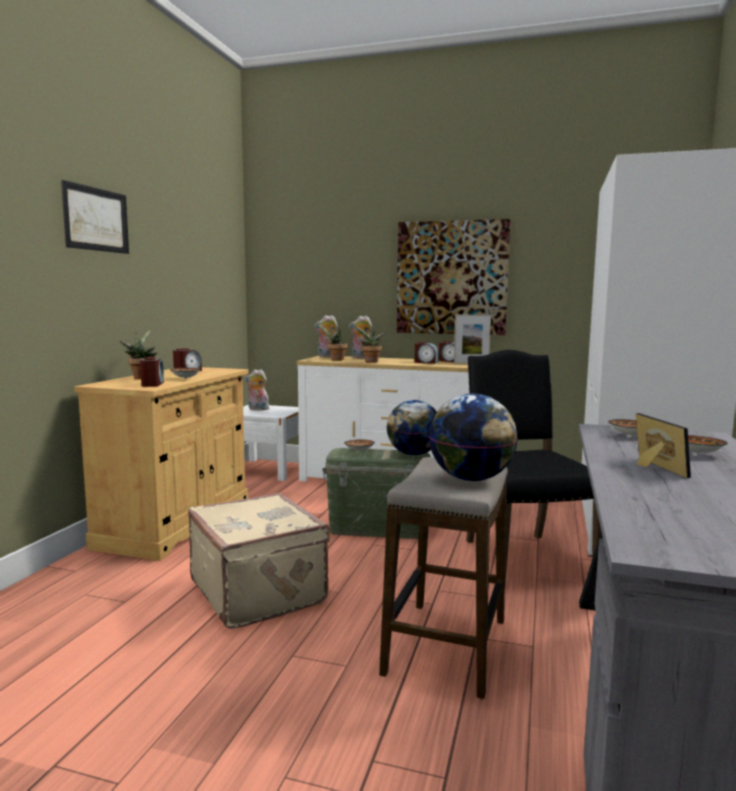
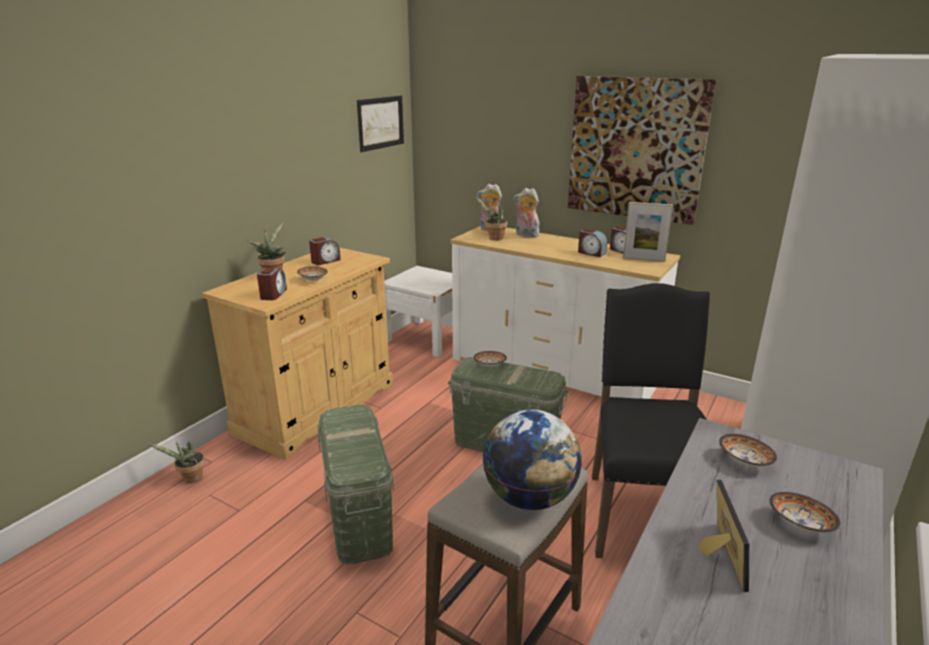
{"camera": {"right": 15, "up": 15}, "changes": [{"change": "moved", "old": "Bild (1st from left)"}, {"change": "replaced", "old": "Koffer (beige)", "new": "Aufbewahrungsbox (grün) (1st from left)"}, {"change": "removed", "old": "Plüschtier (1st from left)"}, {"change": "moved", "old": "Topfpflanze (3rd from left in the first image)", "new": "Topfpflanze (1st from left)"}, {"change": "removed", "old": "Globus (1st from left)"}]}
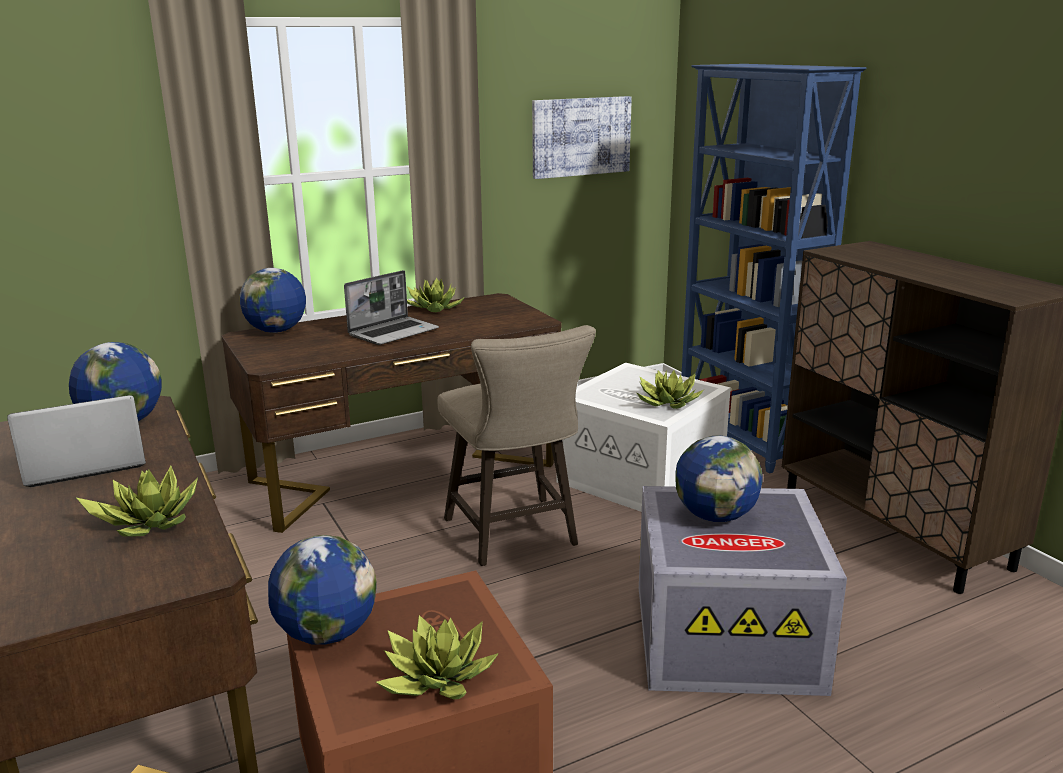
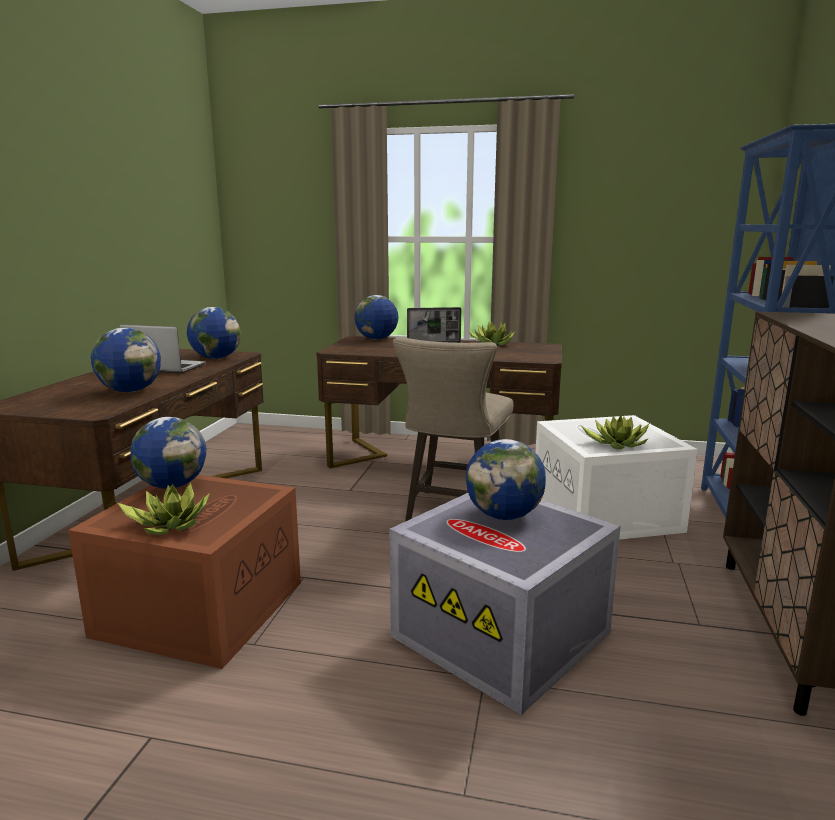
{"camera": {"right": 40, "up": -5}, "changes": [{"change": "replaced", "old": "Topfpflanze (1st from left)", "new": "Globus (1st from left)"}, {"change": "removed", "old": "Bild"}]}
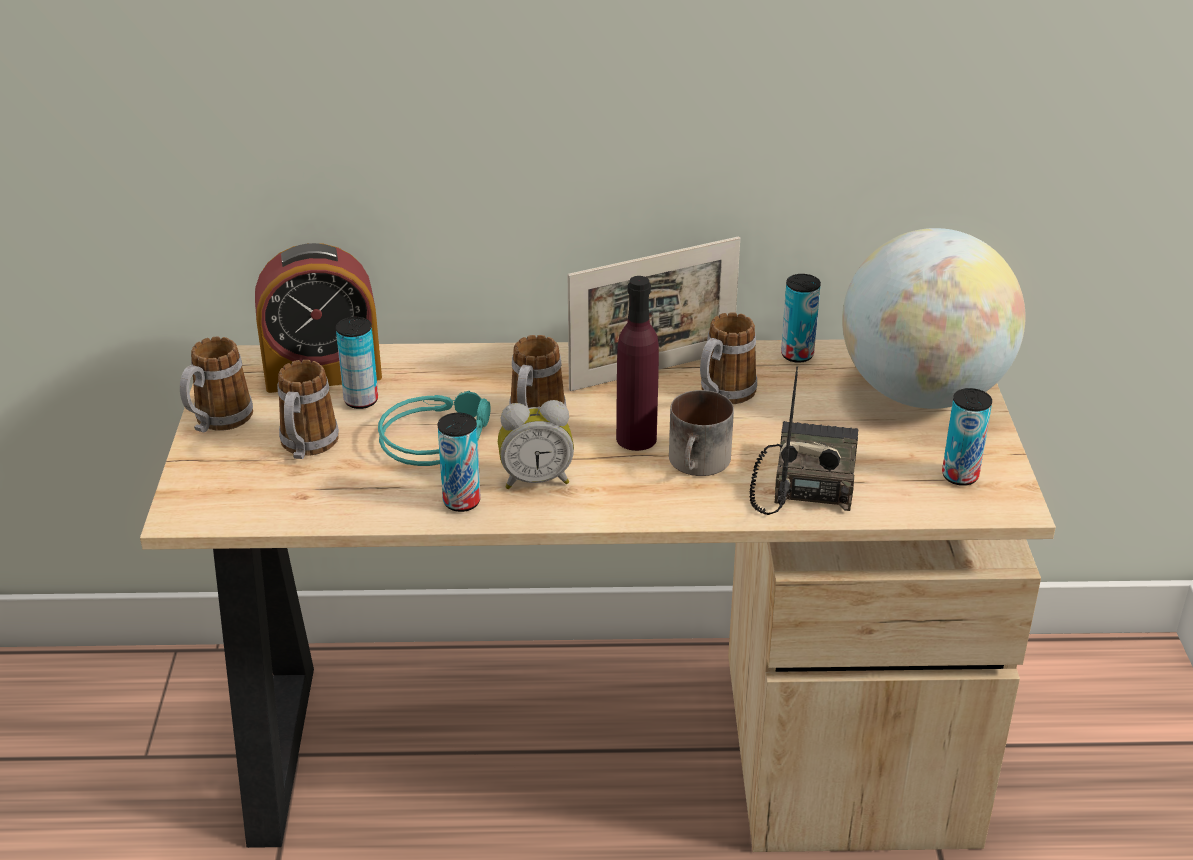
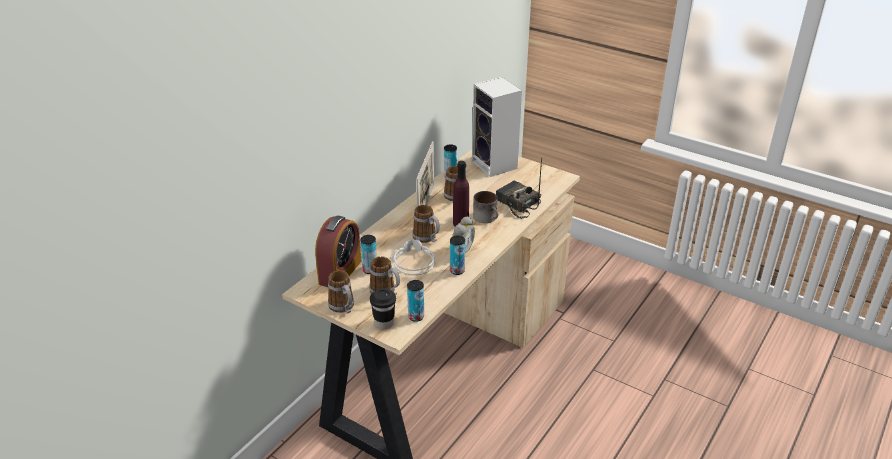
{"camera": {"right": -55, "up": 0}, "changes": [{"change": "recoloured", "old": "Kopfhörer (türkis)", "new": "Kopfhörer (grau)"}, {"change": "replaced", "old": "Globus", "new": "Lautsprecher"}, {"change": "moved", "old": "Dose (4th from left in the first image)", "new": "Dose (2nd from left)"}, {"change": "added", "new": "Tasse (schwarz)"}]}
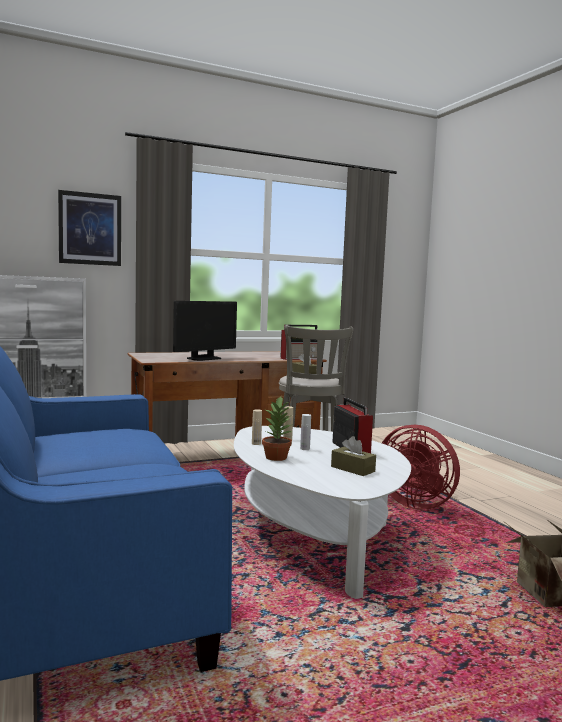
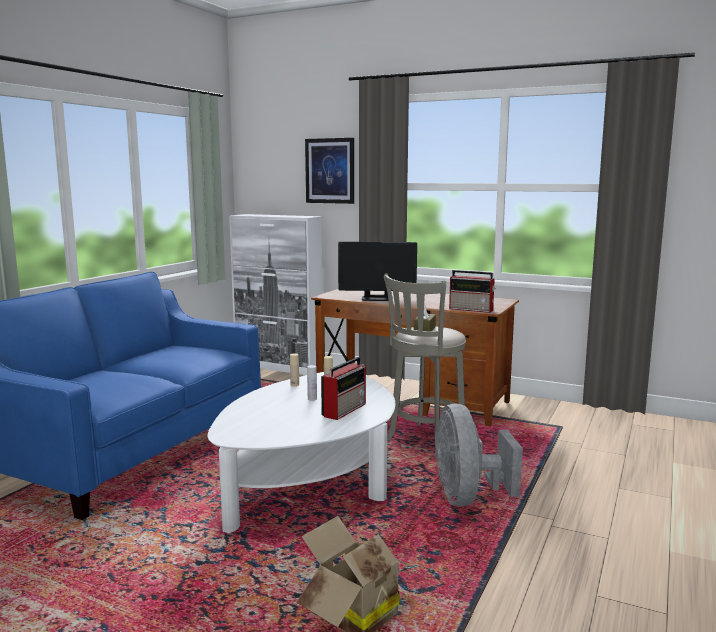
{"camera": {"right": 50, "up": 5}, "changes": [{"change": "removed", "old": "Topfpflanze"}, {"change": "removed", "old": "Taschentuchbox (braun) (2nd from left)"}, {"change": "recoloured", "old": "Ventilator (rot)", "new": "Ventilator (grau)"}]}
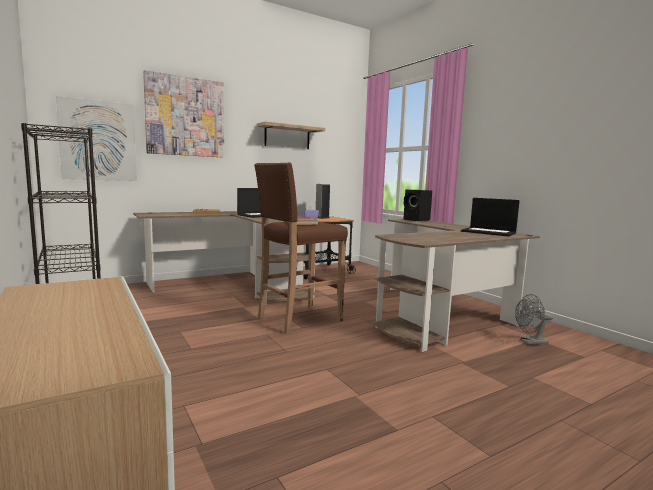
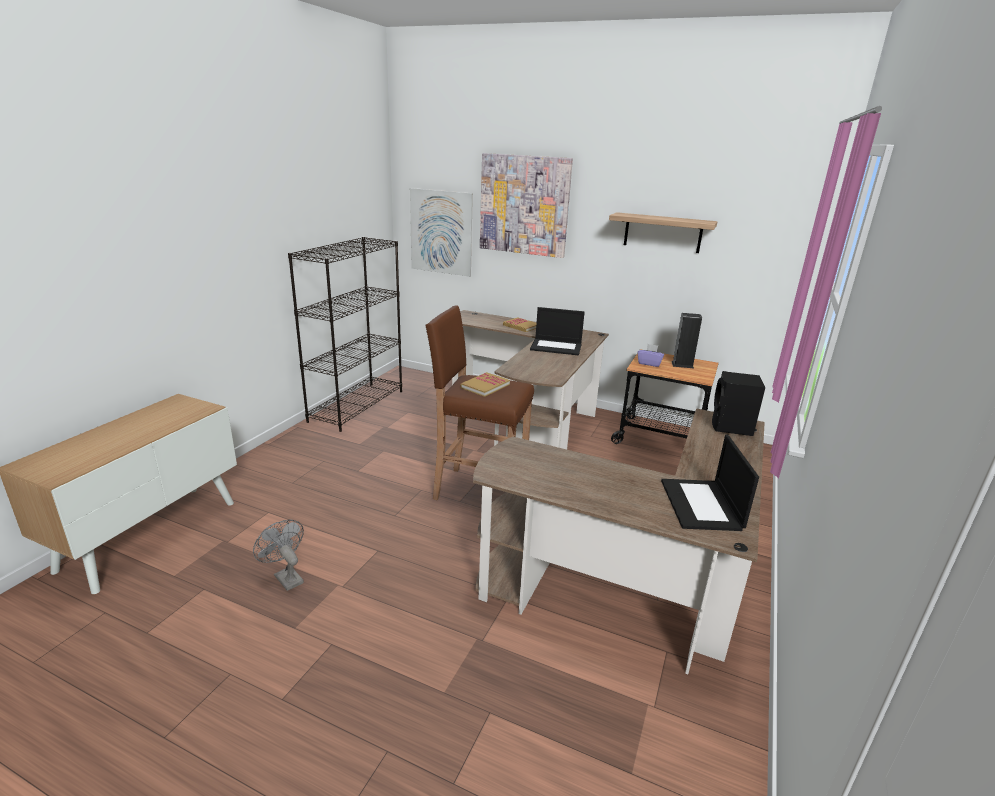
{"camera": {"right": 55, "up": 15}, "changes": [{"change": "moved", "old": "Ventilator (grau)"}]}
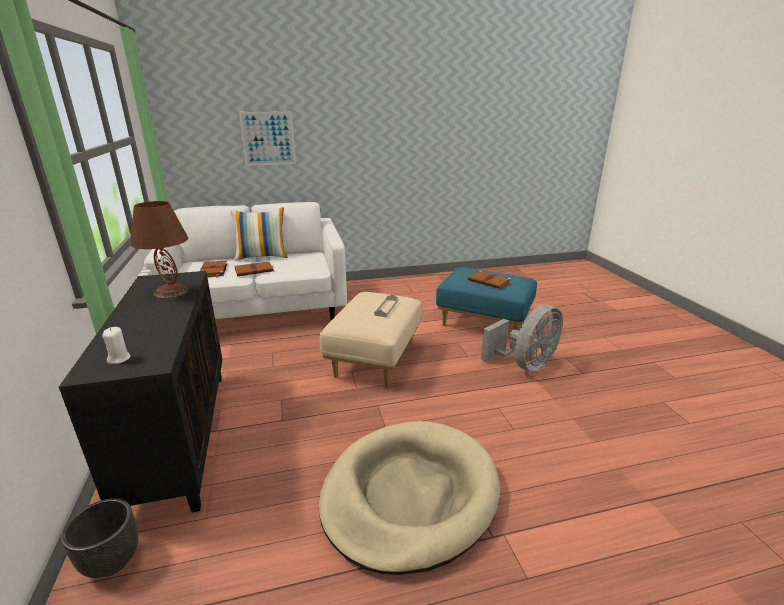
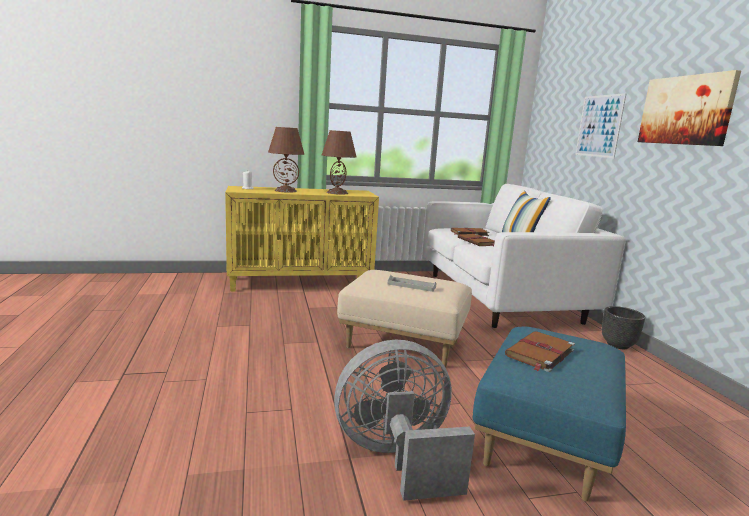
{"camera": {"right": 90, "up": -10}, "changes": [{"change": "recoloured", "old": "Schrank (schwarz)", "new": "Schrank (gelb)"}, {"change": "moved", "old": "Pflanzkübel (schwarz)"}, {"change": "removed", "old": "Hundebett (beige)"}, {"change": "turned", "old": "Ventilator (grau)", "degrees": 120}, {"change": "added", "new": "Tischlampe (braun) (1st from left)"}, {"change": "added", "new": "Bild (2nd from left)"}]}
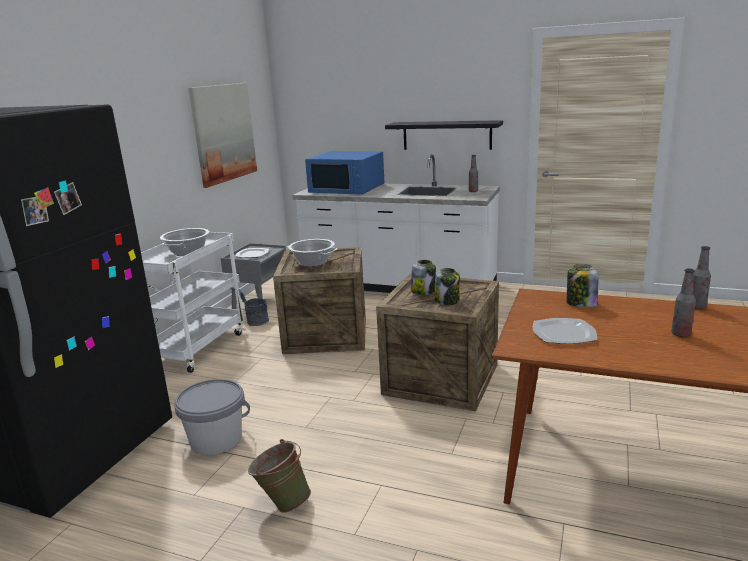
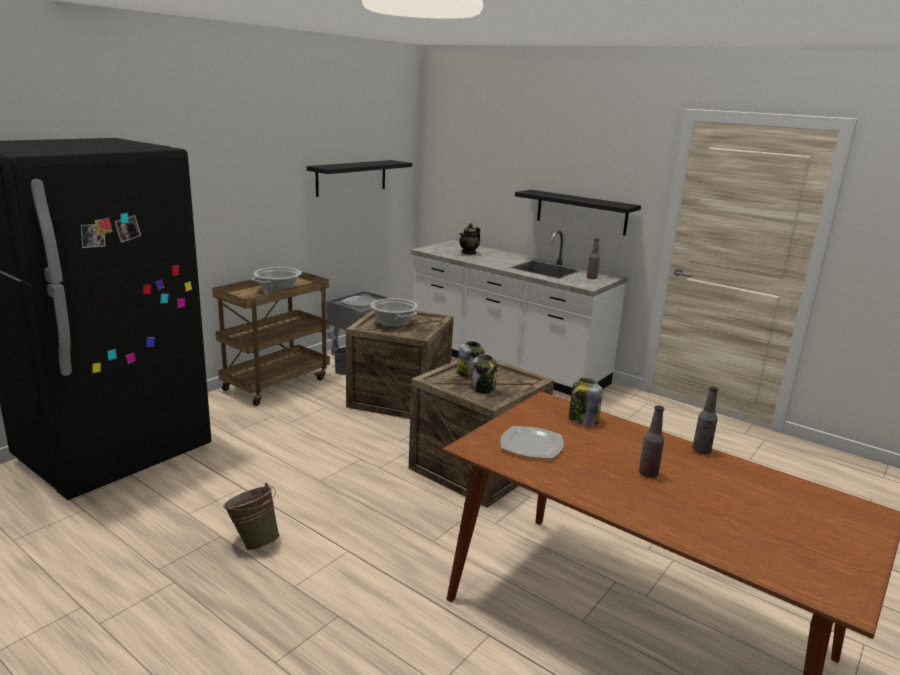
{"camera": {"right": 15, "up": 0}, "changes": [{"change": "recoloured", "old": "Rollwagen (weiß)", "new": "Rollwagen (braun)"}, {"change": "removed", "old": "Eimer (grau) (1st from left)"}, {"change": "replaced", "old": "Bild", "new": "Wandregal (schwarz) (1st from left)"}, {"change": "replaced", "old": "Mikrowelle (blau)", "new": "Teekanne"}]}
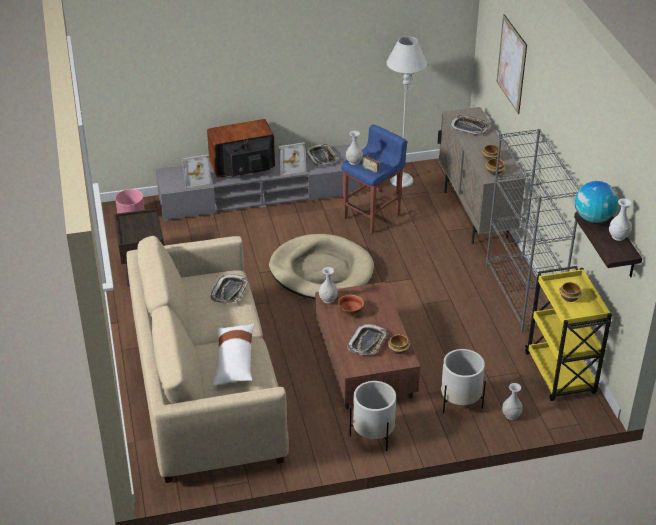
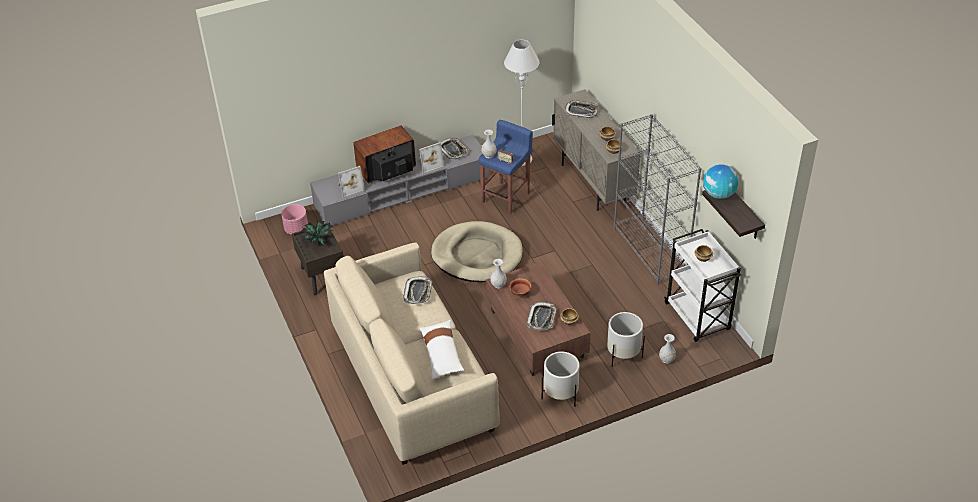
{"camera": {"right": -10, "up": 5}, "changes": [{"change": "removed", "old": "Bild"}, {"change": "recoloured", "old": "Rollwagen (gelb)", "new": "Rollwagen (weiß)"}, {"change": "removed", "old": "Vase (weiß) (4th from left)"}, {"change": "added", "new": "Topfpflanze"}]}
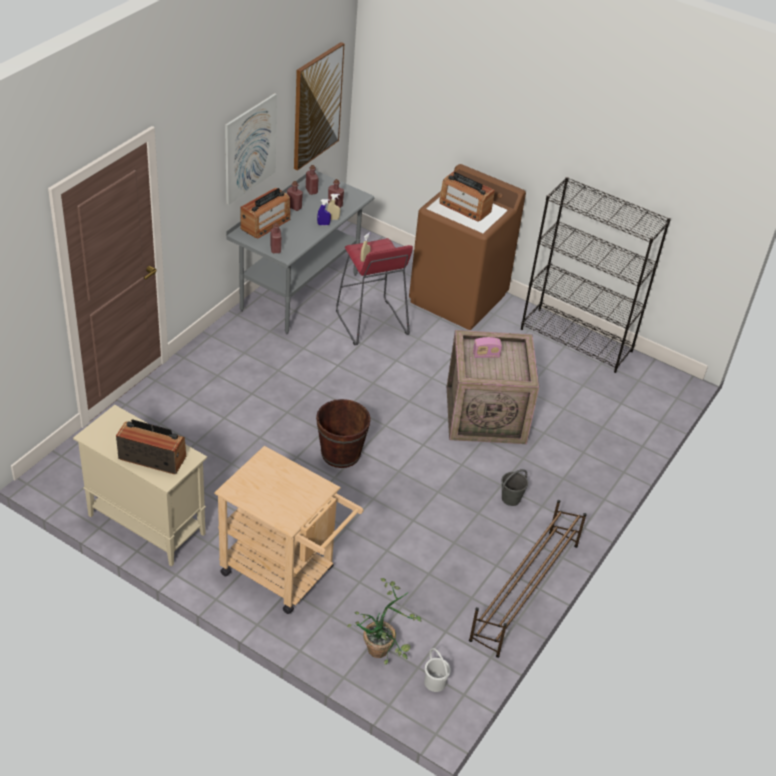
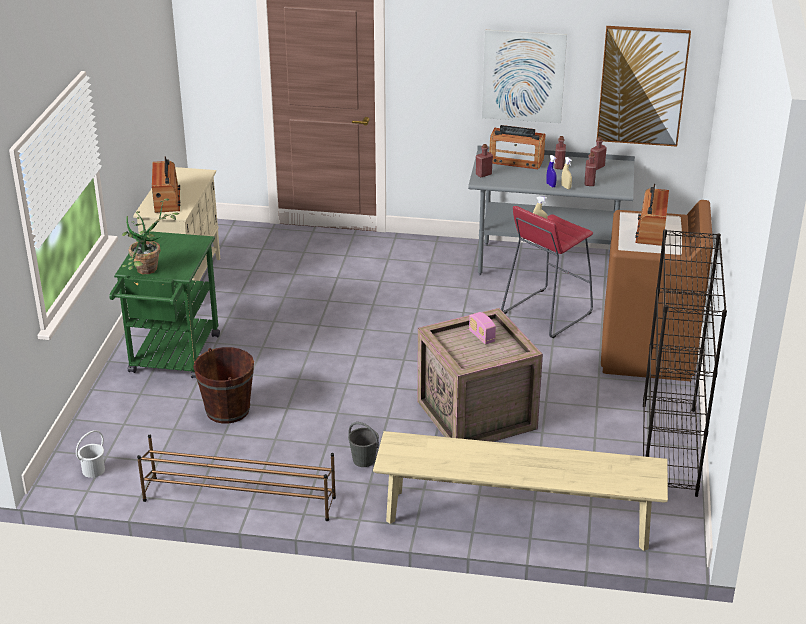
{"camera": {"right": 70, "up": -10}, "changes": [{"change": "recoloured", "old": "Rollwagen (beige)", "new": "Rollwagen (grün)"}, {"change": "moved", "old": "Eimer (braun)"}, {"change": "moved", "old": "Topfpflanze"}, {"change": "added", "new": "Bank (beige)"}]}
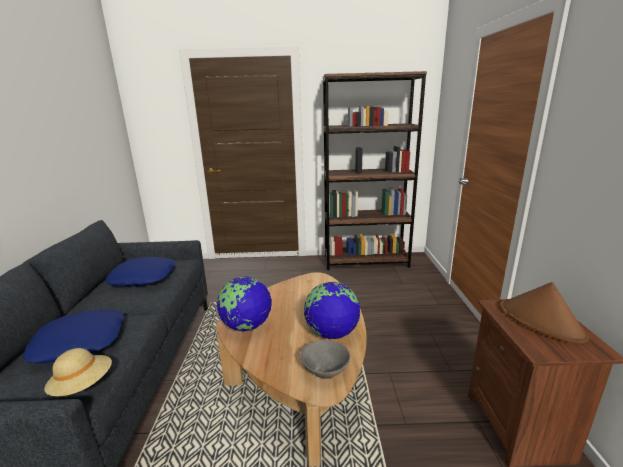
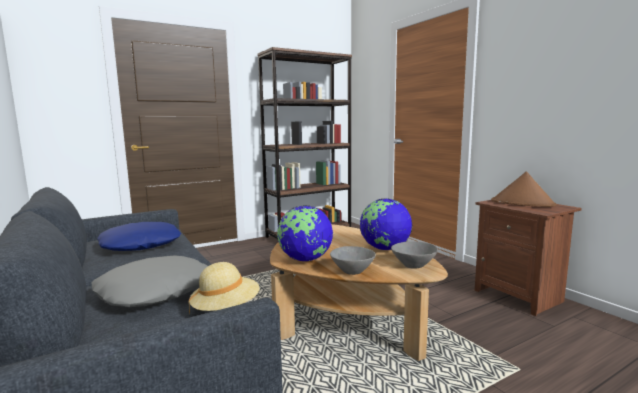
{"camera": {"right": -30, "up": -10}, "changes": [{"change": "recoloured", "old": "Kissen (blau) (1st from left)", "new": "Kissen (grau)"}, {"change": "added", "new": "Schüssel (grau) (1st from left)"}]}
